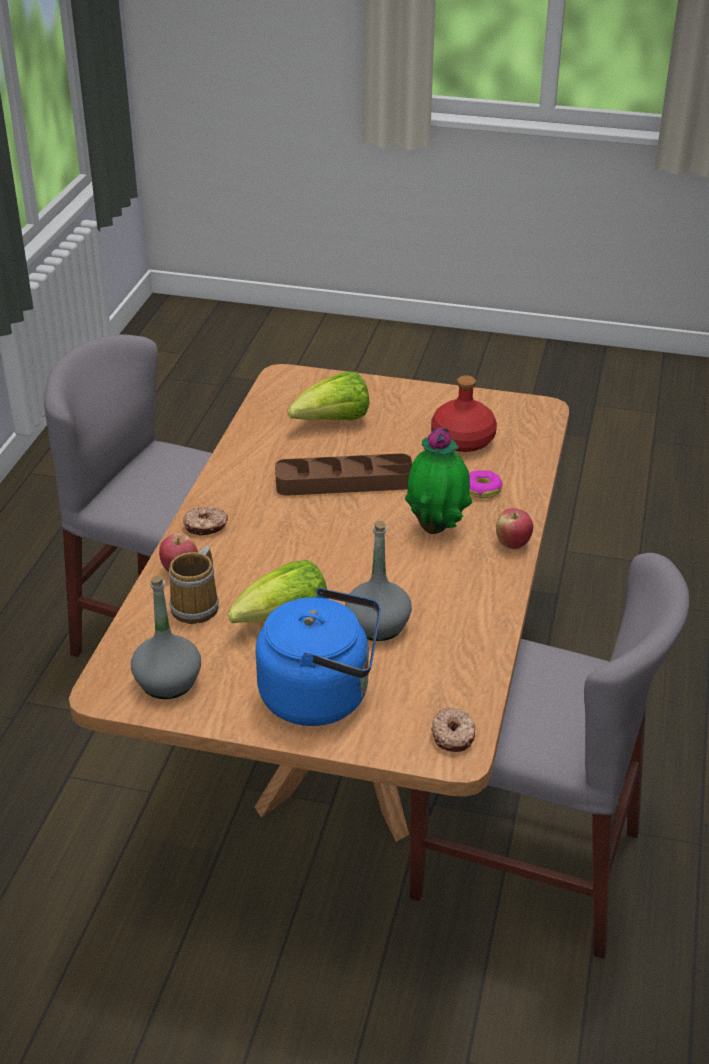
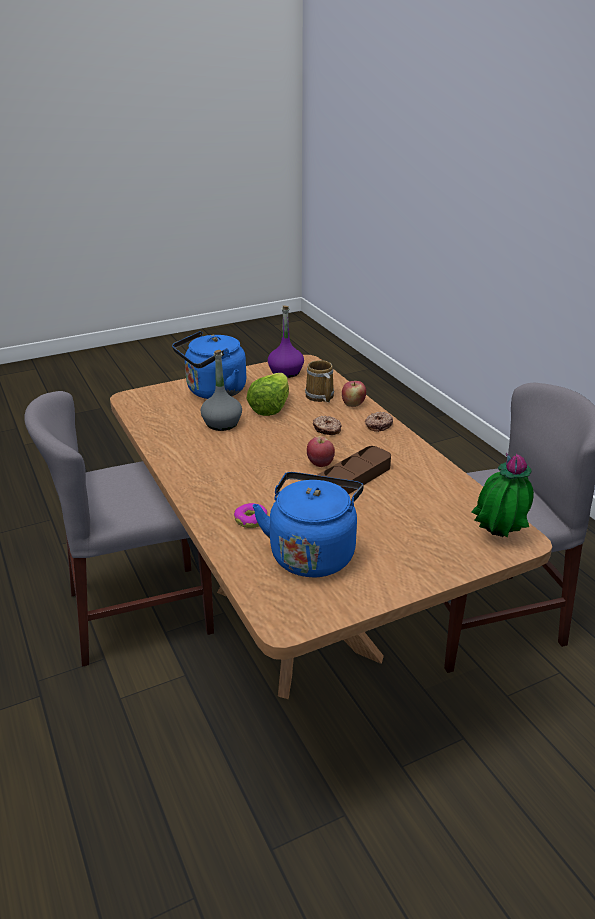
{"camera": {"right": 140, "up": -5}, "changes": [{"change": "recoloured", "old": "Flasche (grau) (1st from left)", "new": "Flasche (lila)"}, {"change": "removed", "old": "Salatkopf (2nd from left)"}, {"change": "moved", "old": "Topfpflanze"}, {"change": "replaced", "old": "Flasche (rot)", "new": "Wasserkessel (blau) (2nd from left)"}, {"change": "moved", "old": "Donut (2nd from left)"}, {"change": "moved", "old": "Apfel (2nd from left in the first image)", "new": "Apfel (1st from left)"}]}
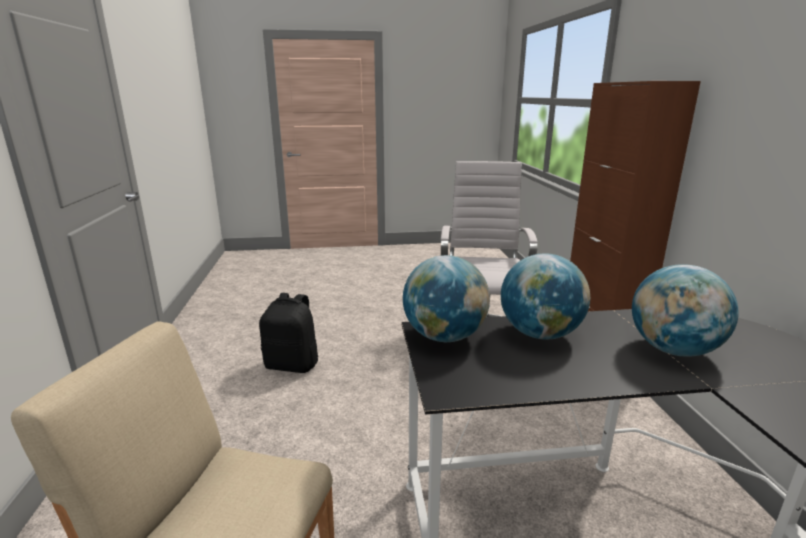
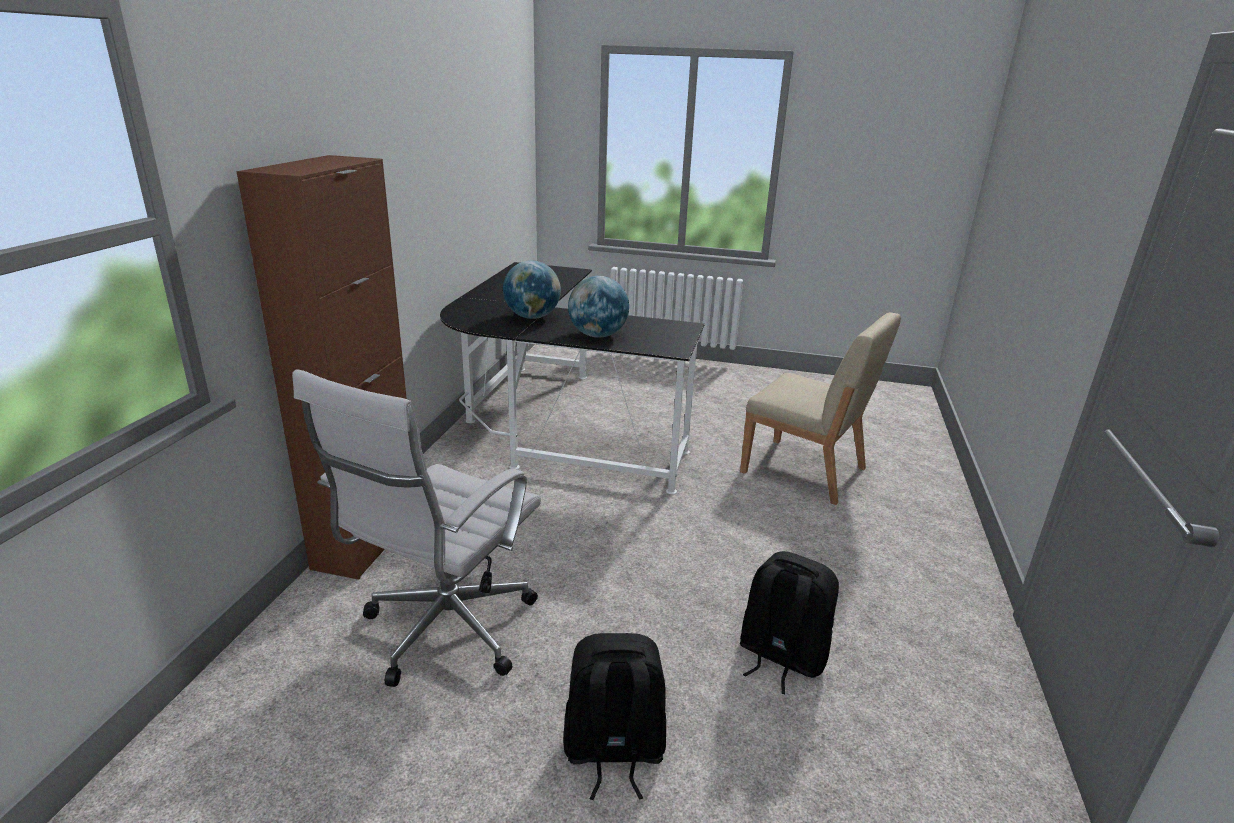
{"camera": {"right": -160, "up": 5}, "changes": [{"change": "removed", "old": "Globus (1st from left)"}, {"change": "added", "new": "Rucksack (schwarz) (1st from left)"}]}
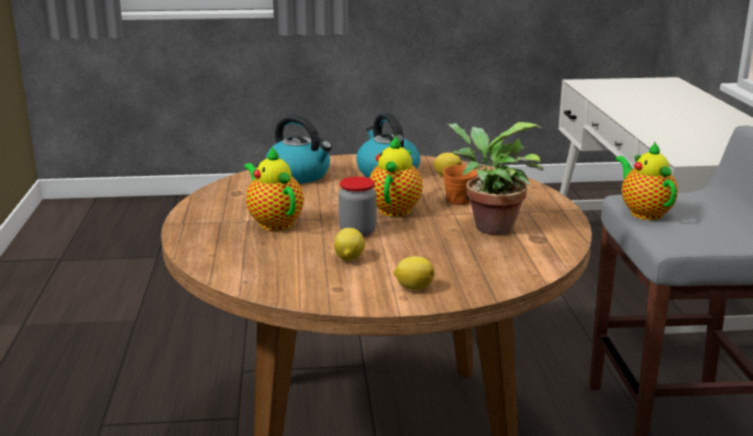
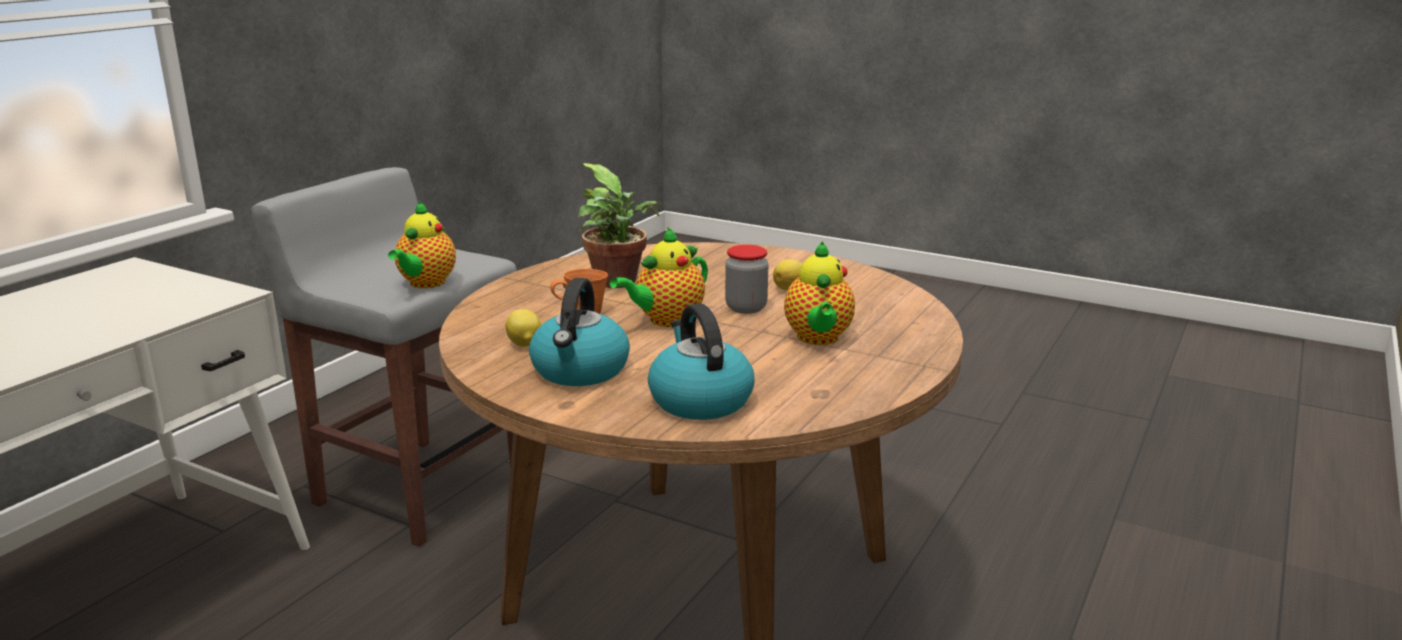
{"camera": {"right": -145, "up": 0}, "changes": [{"change": "removed", "old": "Zitrone (2nd from left)"}]}
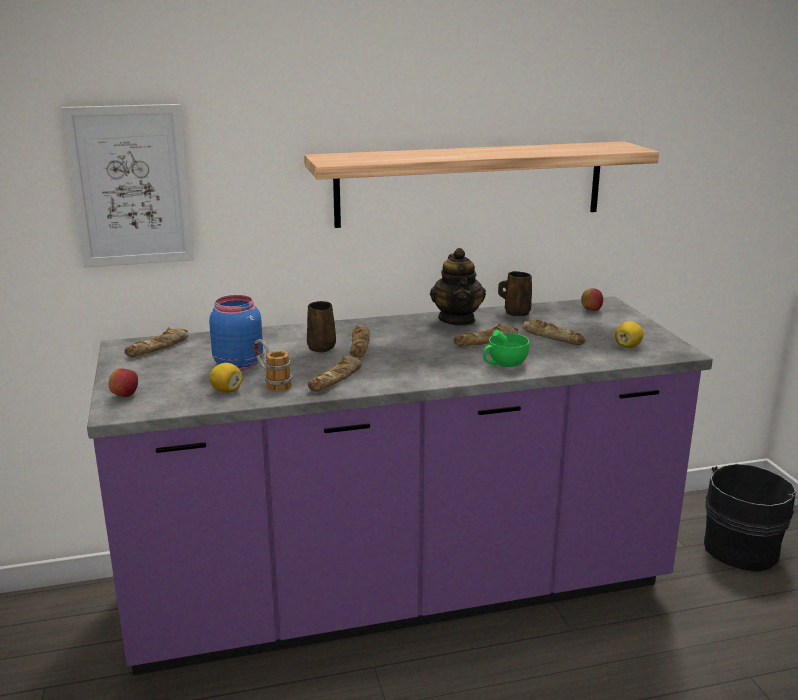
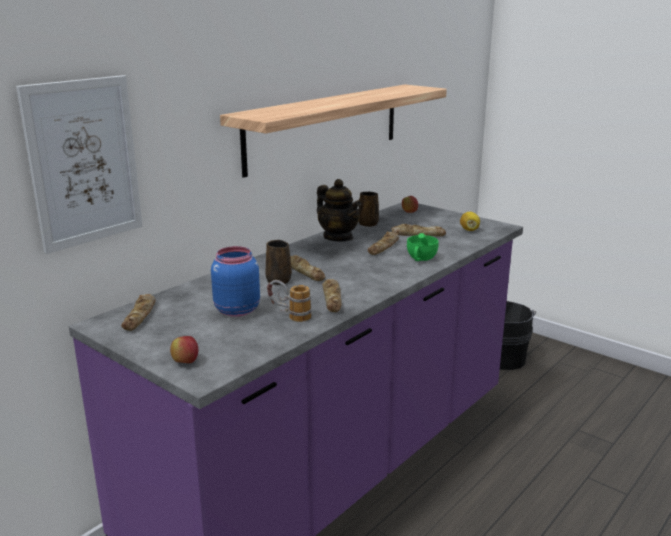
{"camera": {"right": -35, "up": 0}, "changes": [{"change": "removed", "old": "Zitrone (1st from left)"}]}
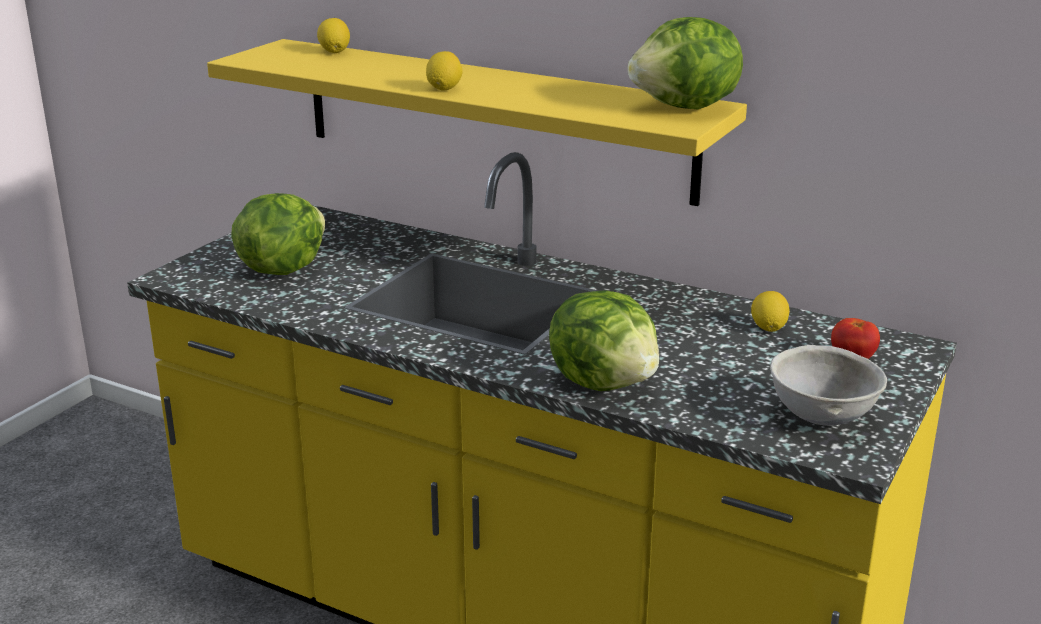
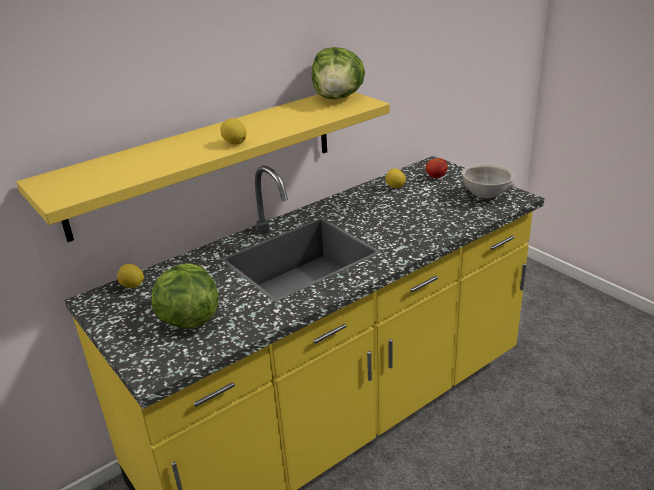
{"camera": {"right": -65, "up": 5}, "changes": [{"change": "moved", "old": "Zitrone (1st from left)"}, {"change": "removed", "old": "Salatkopf (2nd from left)"}]}
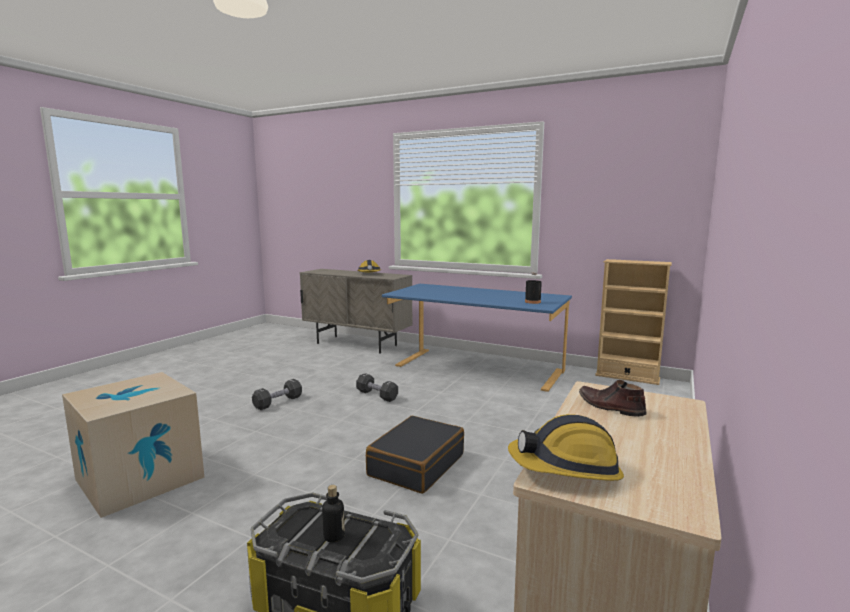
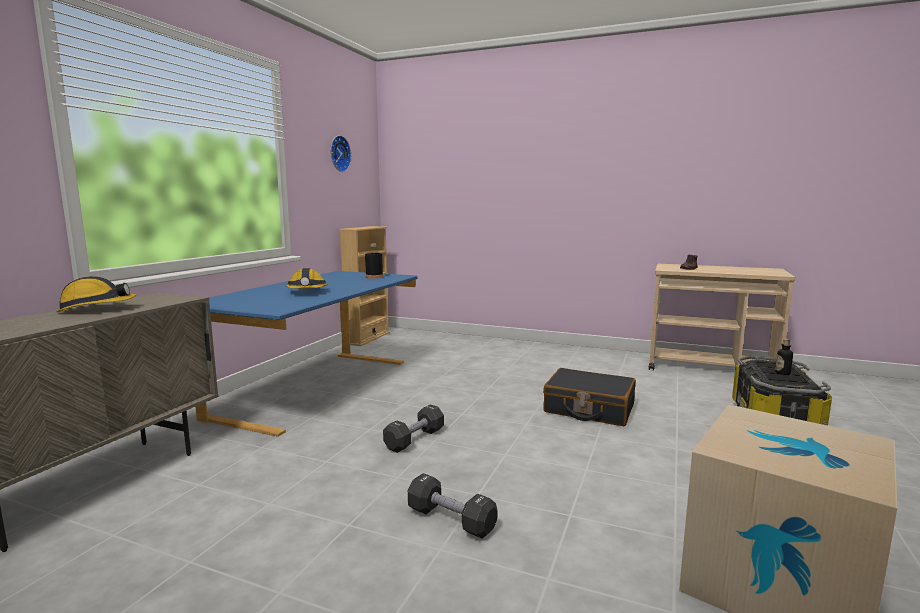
{"camera": {"right": -95, "up": 0}, "changes": [{"change": "moved", "old": "Schutzhelm (2nd from left)"}, {"change": "added", "new": "Wanduhr"}]}
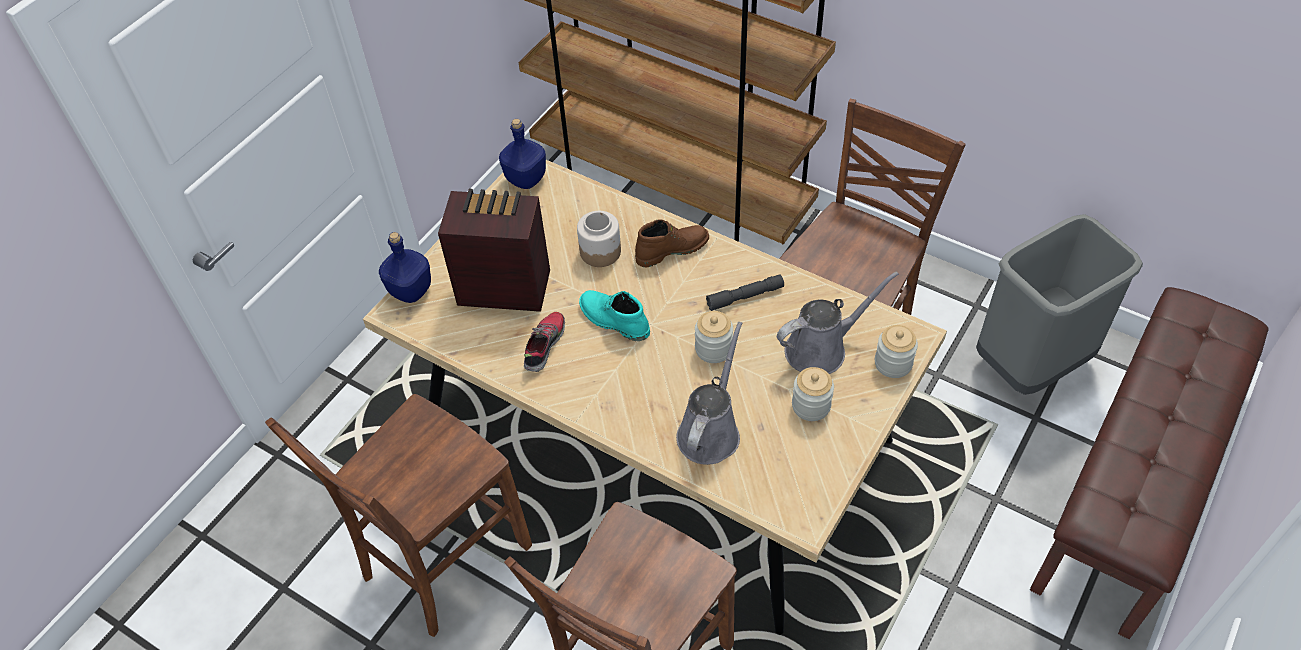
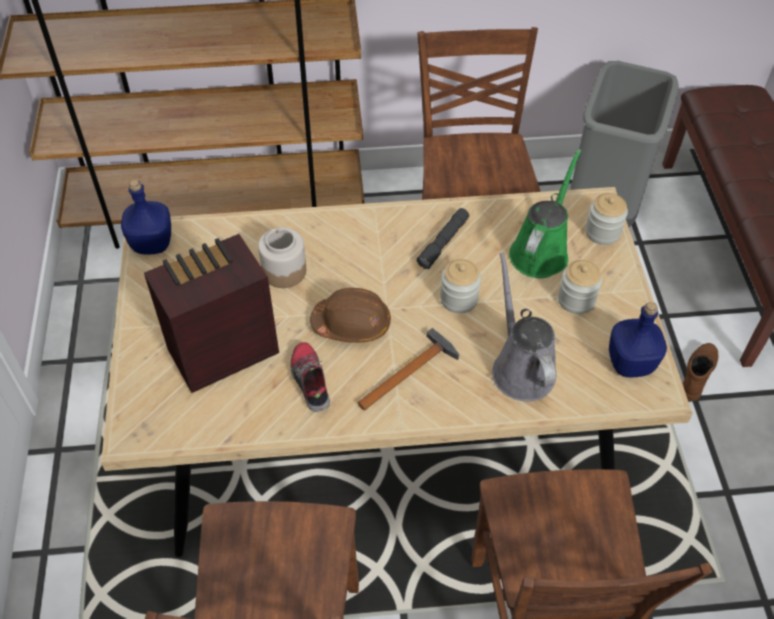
{"camera": {"right": -40, "up": 0}, "changes": [{"change": "moved", "old": "Flasche (blau) (1st from left in the first image)", "new": "Flasche (blau) (2nd from left)"}, {"change": "replaced", "old": "Stiefel (türkis)", "new": "Schutzhelm (braun)"}, {"change": "moved", "old": "Stiefel (braun)"}, {"change": "recoloured", "old": "Gießkanne (grau) (2nd from left)", "new": "Gießkanne (grün)"}, {"change": "added", "new": "Hammer"}]}
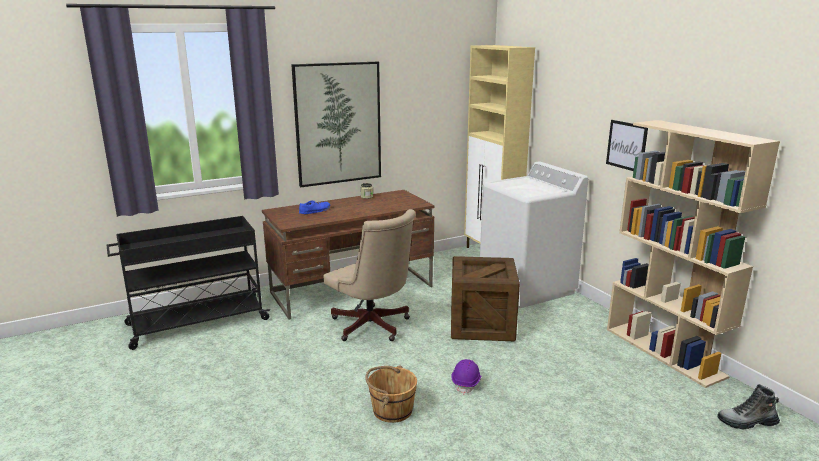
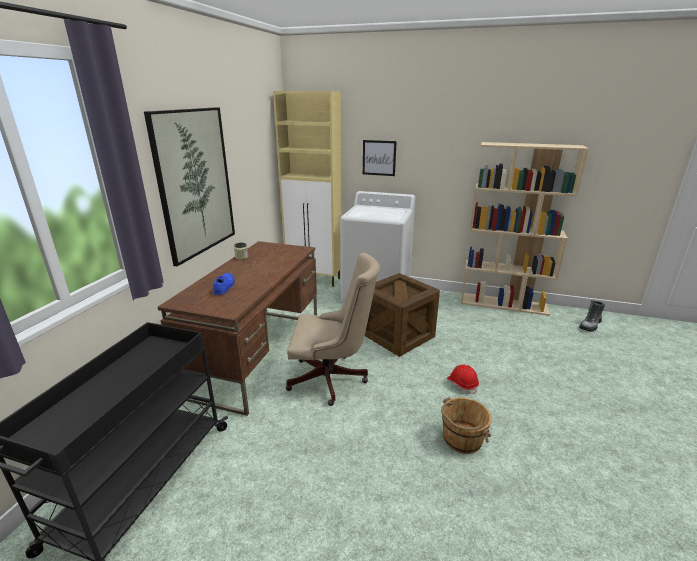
{"camera": {"right": -45, "up": 5}, "changes": [{"change": "recoloured", "old": "Schutzhelm (lila)", "new": "Schutzhelm (rot)"}, {"change": "moved", "old": "Bild (2nd from left)"}]}
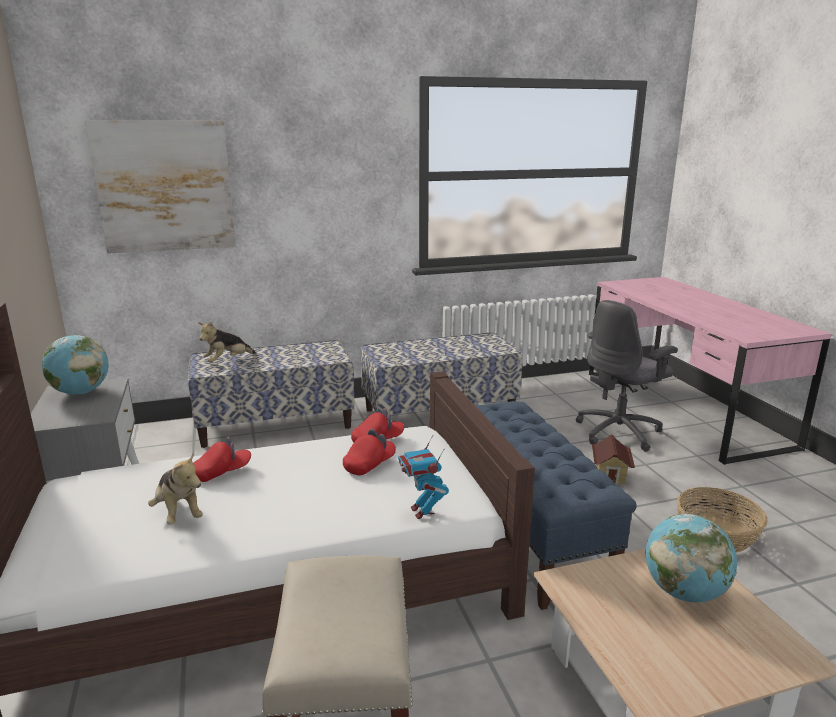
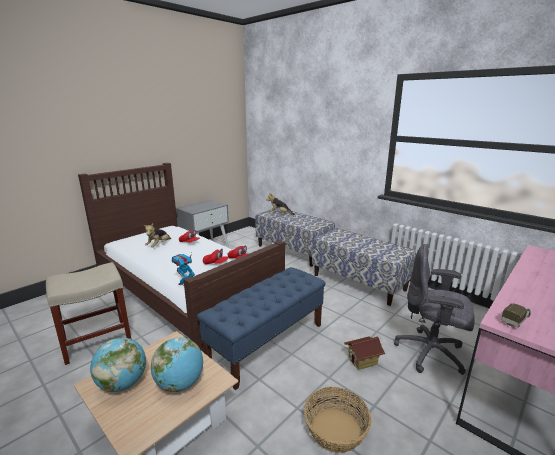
{"camera": {"right": 60, "up": 0}, "changes": [{"change": "moved", "old": "Globus (1st from left)"}, {"change": "removed", "old": "Bild"}, {"change": "added", "new": "Spielzeuglaster"}]}
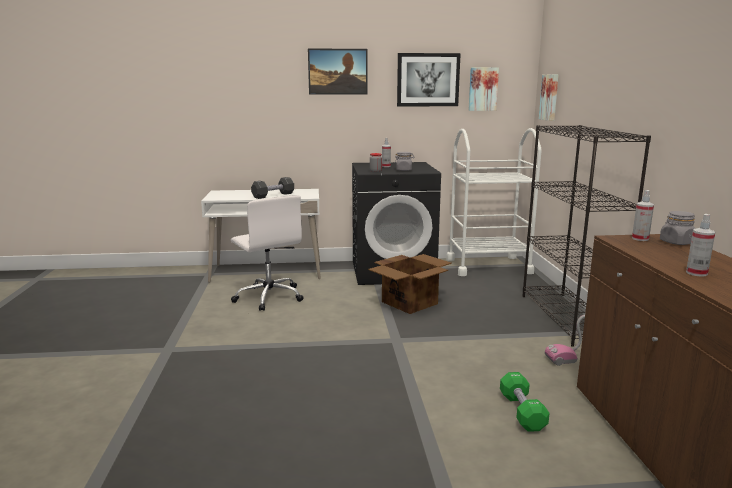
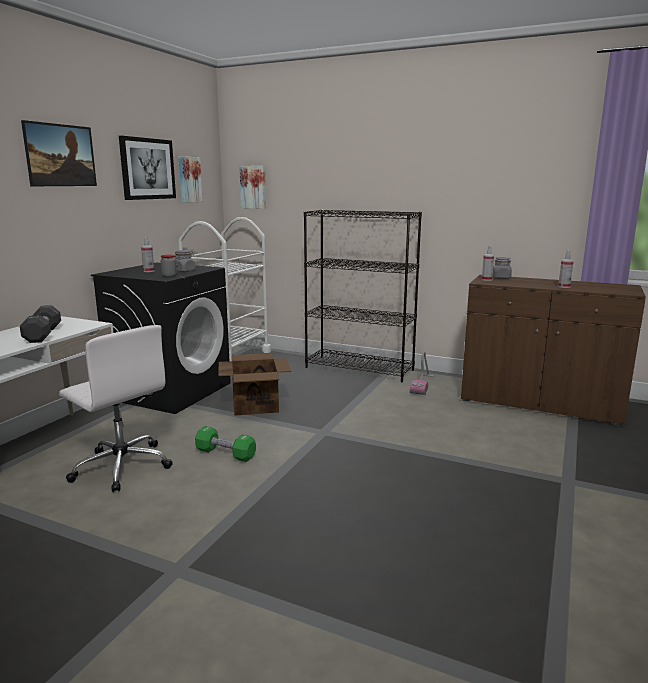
{"camera": {"right": -60, "up": 0}, "changes": [{"change": "turned", "old": "Bürostuhl (weiß)", "degrees": 45}, {"change": "moved", "old": "Hantel (grün)"}]}
